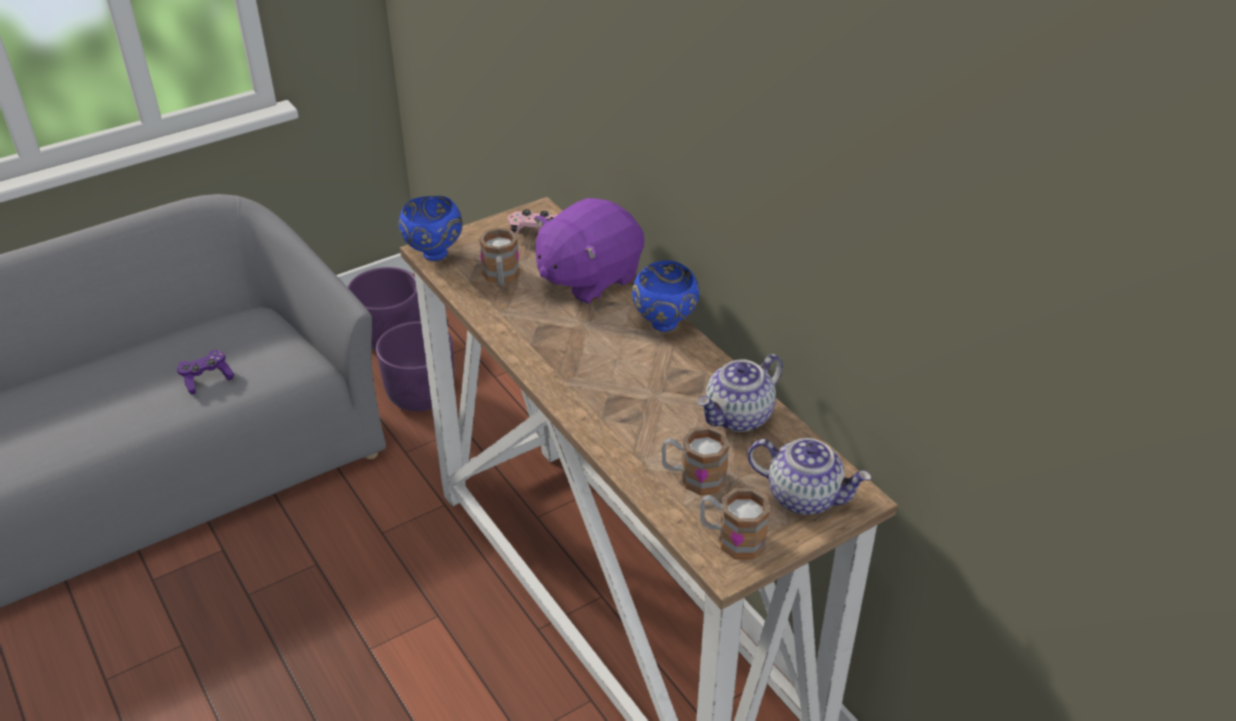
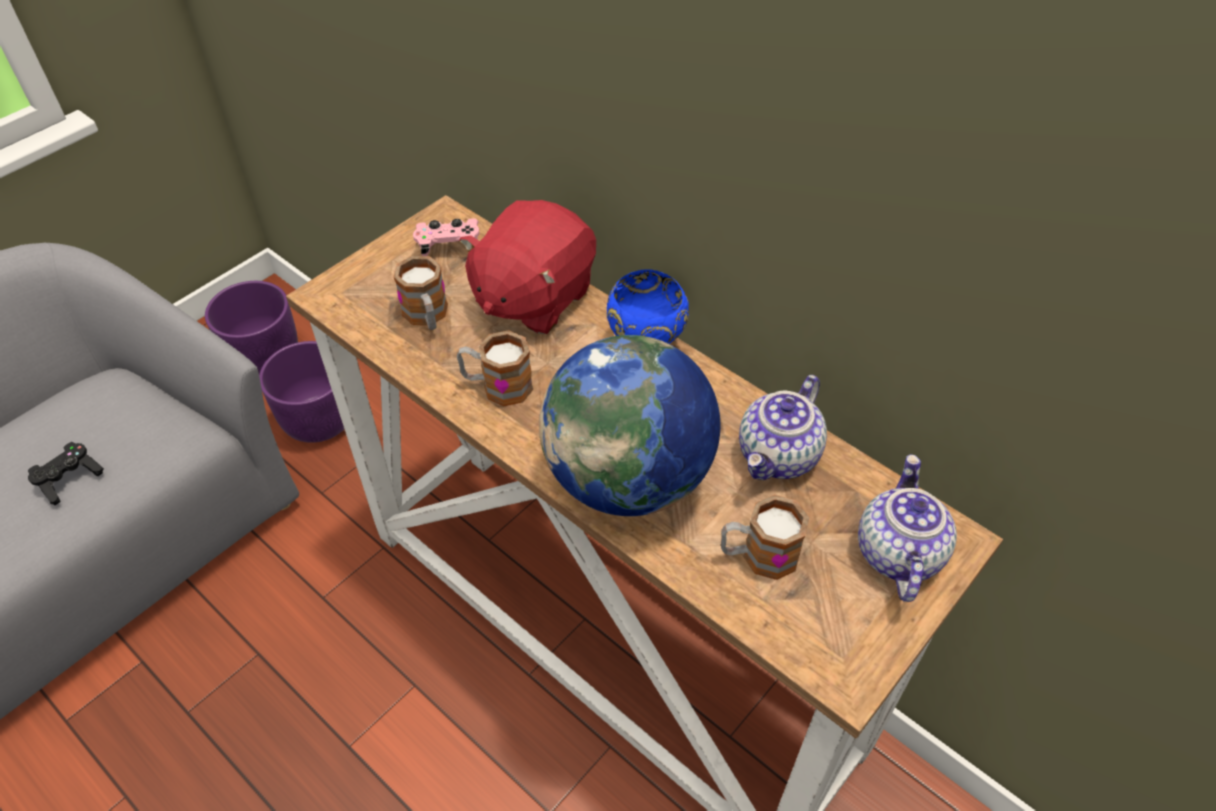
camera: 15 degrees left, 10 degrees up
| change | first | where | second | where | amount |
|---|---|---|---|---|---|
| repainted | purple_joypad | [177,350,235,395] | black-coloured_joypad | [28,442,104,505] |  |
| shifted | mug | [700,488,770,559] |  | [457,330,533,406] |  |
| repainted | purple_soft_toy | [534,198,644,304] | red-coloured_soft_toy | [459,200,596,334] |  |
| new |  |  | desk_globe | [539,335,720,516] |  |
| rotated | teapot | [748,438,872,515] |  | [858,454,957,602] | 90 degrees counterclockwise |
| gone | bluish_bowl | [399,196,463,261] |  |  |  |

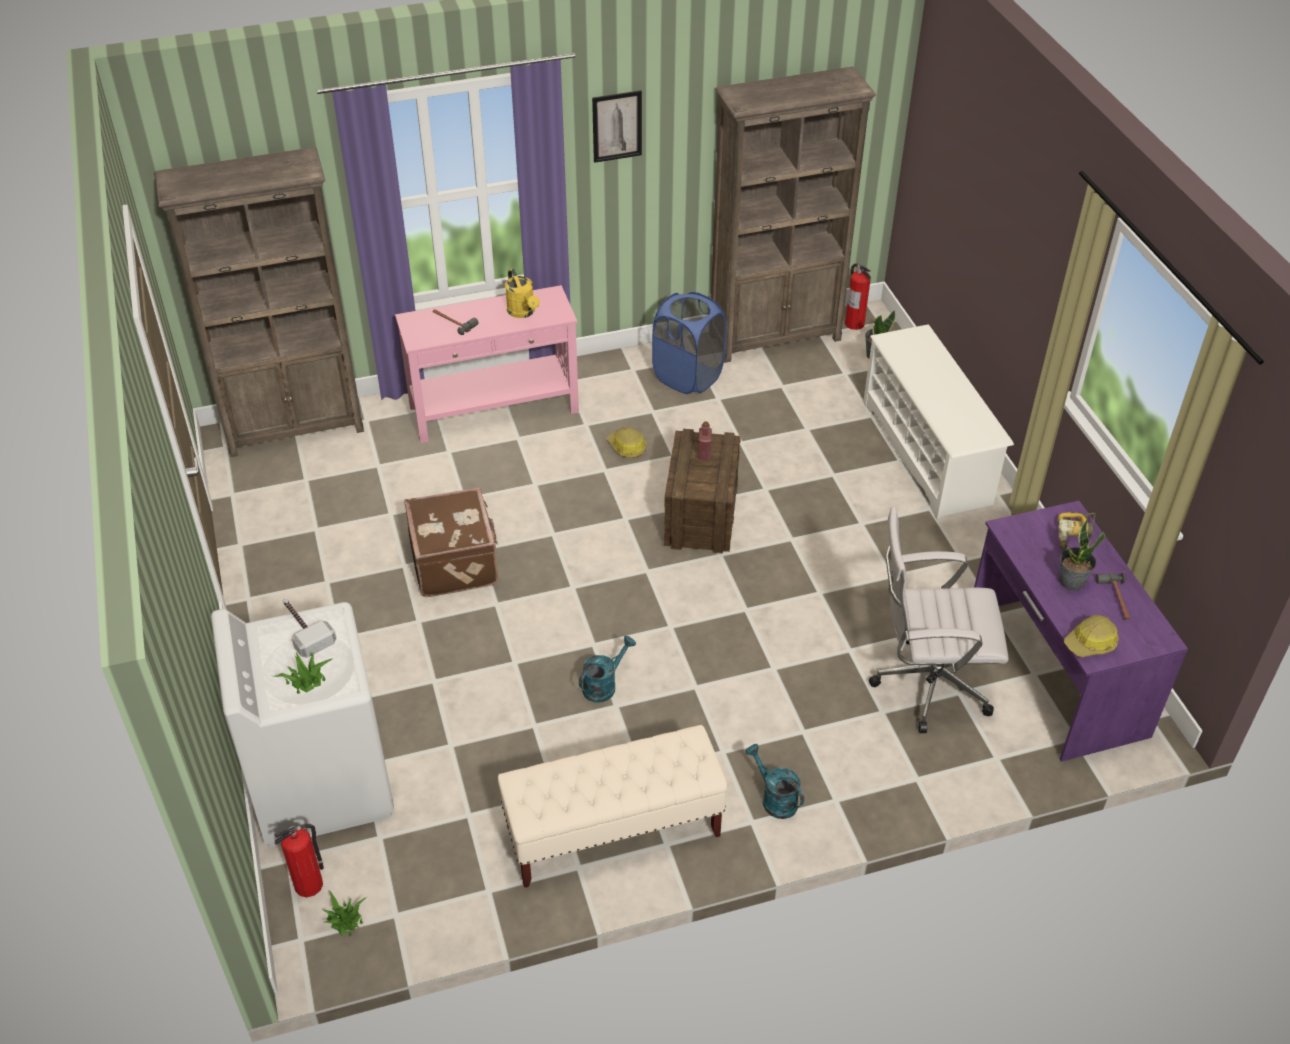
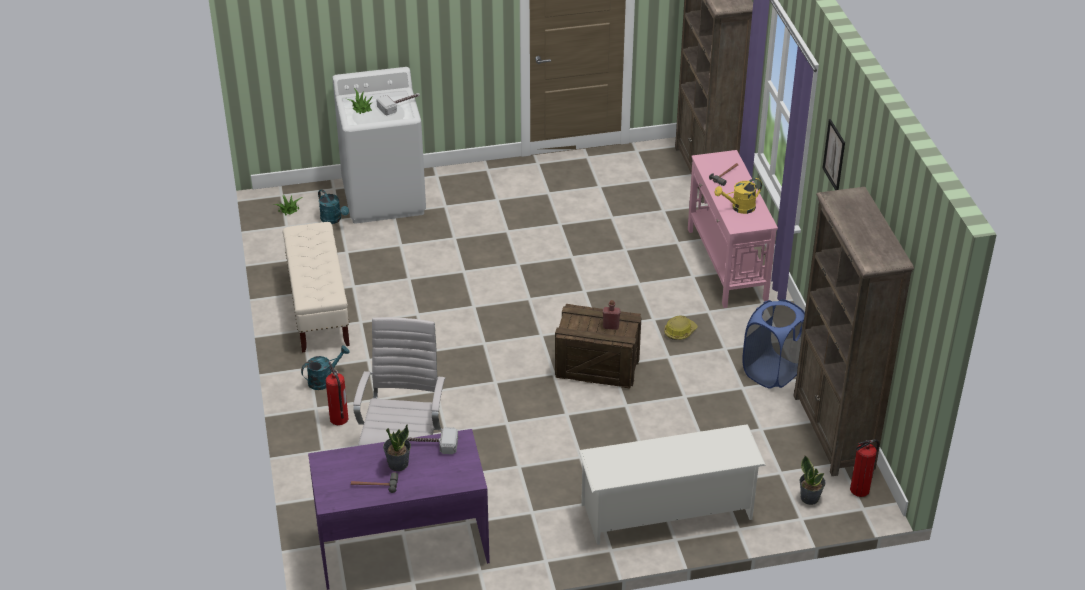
camera: 95 degrees right, 5 degrees down
| change | first | where | second | where | amount |
|---|---|---|---|---|---|
| shifted | turquoise_watering_can | [579,636,636,702] |  | [318,189,349,224] |  |
| shifted | fire_extinguisher | [274,824,324,897] |  | [325,362,348,425] |  |
| new |  |  | tool_hammer | [407,427,458,454] |  |
| gone | brown-coloured_travel_case | [404,487,498,597] |  |  |  |
| gone | drill | [1058,512,1096,549] |  |  |  |
| gone | hard_hat | [1064,615,1119,657] |  |  |  |

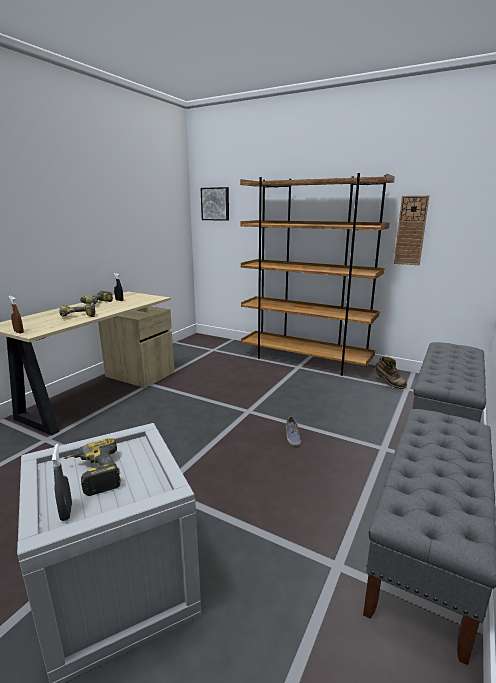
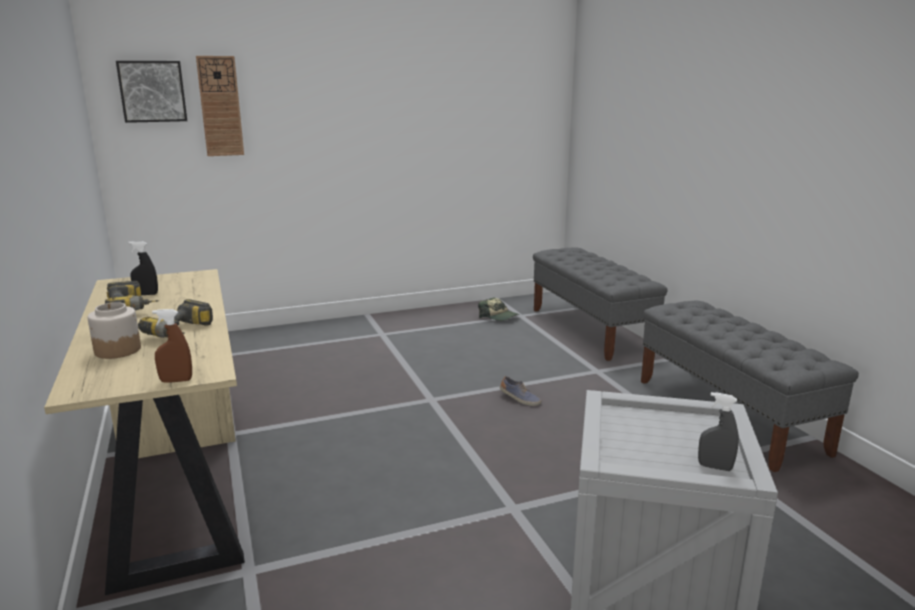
camera: 50 degrees left, 0 degrees up
| change | first | where | second | where | amount |
|---|---|---|---|---|---|
| new |  |  | jar | [87,302,141,359] |  |
| shifted | hanging_clock | [394,195,429,265] |  | [196,56,244,156] |  |
| swapped | brown-coloured_tall_boot | [374,356,407,389] | cap | [478,297,519,321] |  |
| gone | drill | [64,438,121,496] |  |  |  |
| gone | brown-coloured_bookshelf | [240,173,395,376] |  |  |  |

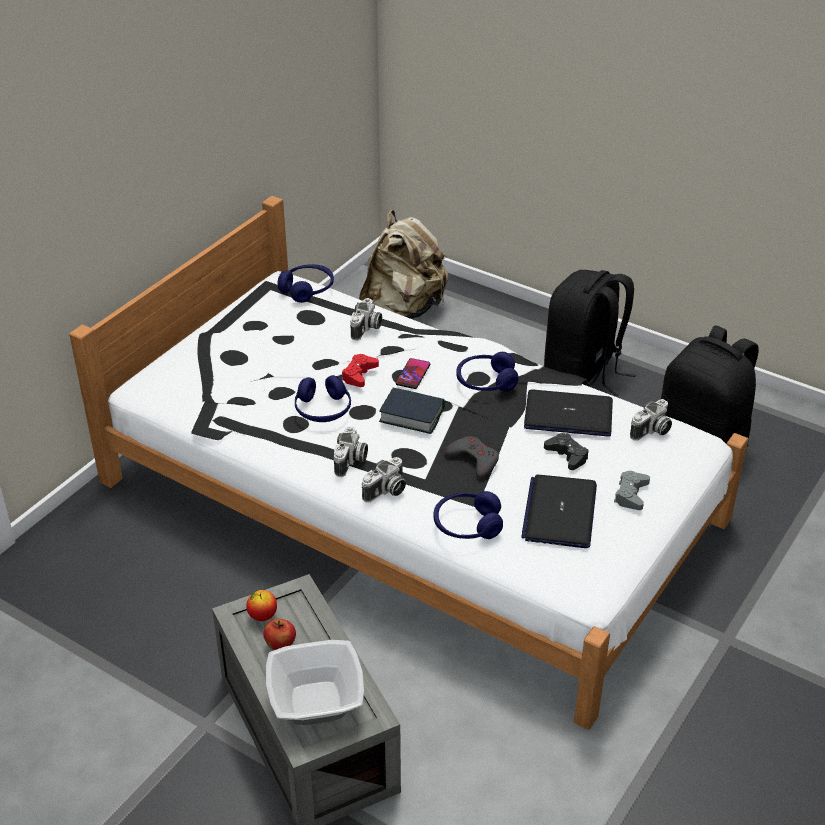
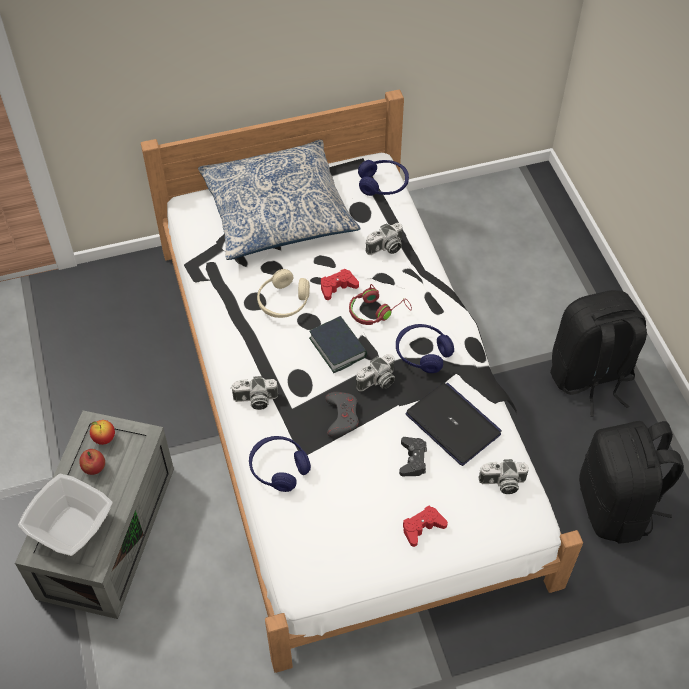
camera: 40 degrees right, 15 degrees up
| change | first | where | second | where | amount |
|---|---|---|---|---|---|
| new |  |  | throw_pillow | [198,140,361,260] |  |
| repainted | bluish_headset | [295,375,351,422] | beige-coloured_headset | [257,269,310,318] |  |
| swapped | handset | [396,358,430,389] | red-coloured_headset | [349,284,412,325] |  |
| shifted | still_camera | [334,426,368,477] |  | [356,354,395,391] |  |
| repainted | grey_joypad | [614,471,650,510] | red-coloured_joypad | [403,506,448,547] |  |
| gone | beige-coloured_backpack | [359,210,448,319] |  |  |  |
| gone | portable_computer | [521,475,597,548] |  |  |  |

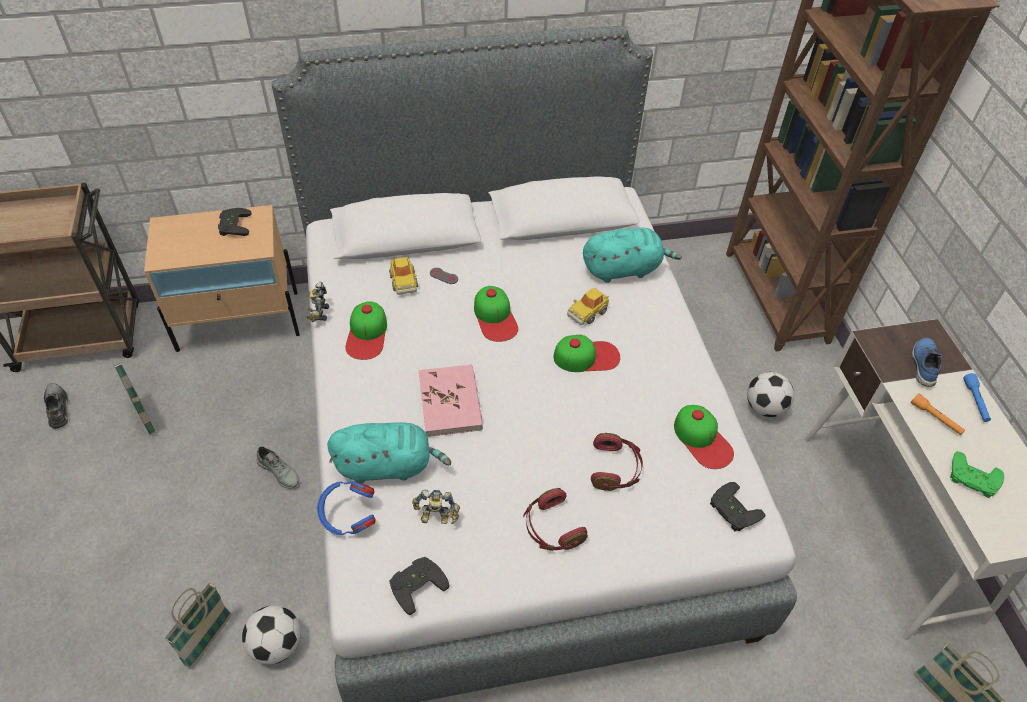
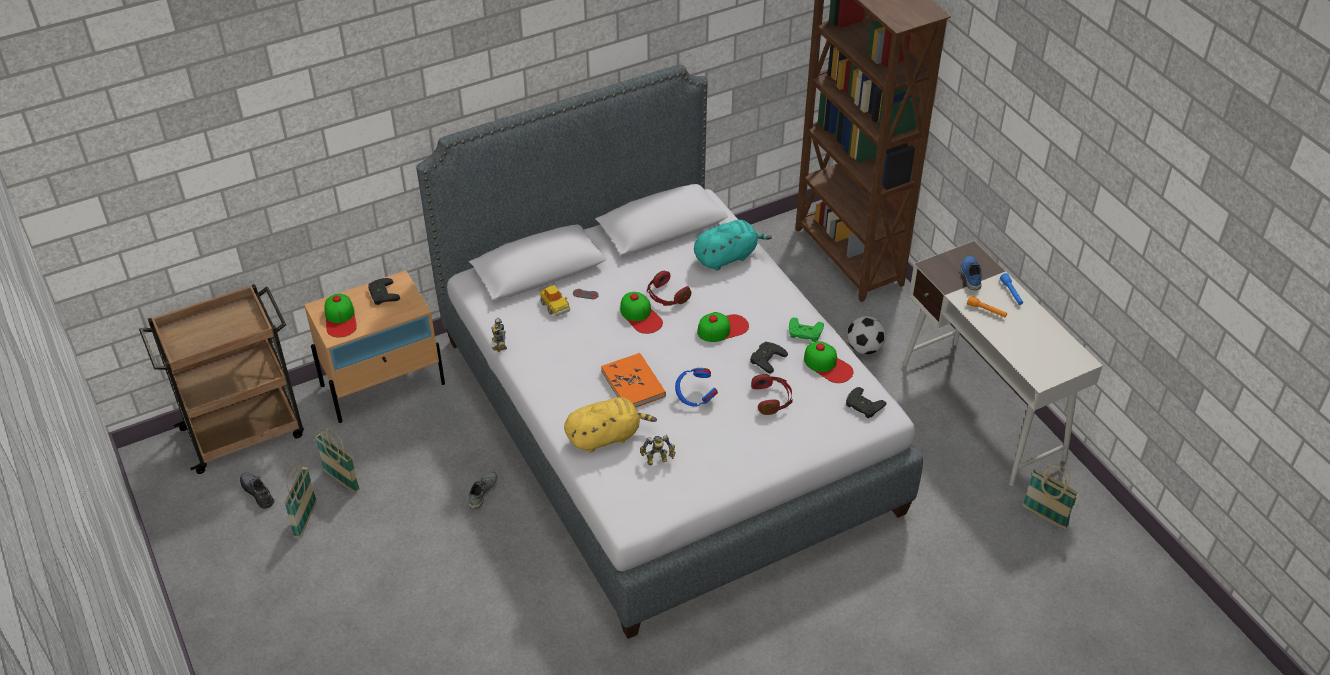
camera: 15 degrees left, 5 degrees down
| change | first | where | second | where | amount |
|---|---|---|---|---|---|
| shifted | basket | [165,583,232,670] |  | [285,465,317,538] |  |
| shifted | cap | [345,301,387,360] |  | [324,294,357,337] |  |
| rotated | grey_shoe | [256,446,299,488] |  | [468,472,498,509] | 90 degrees counterclockwise |
| repainted | turquoise_soft_toy | [327,422,451,483] | yellow-coloured_soft_toy | [564,397,657,453] |  |
| repainted | pink_volume | [419,364,483,437] | orangey_volume | [601,353,666,407] |  |
| shifted | red-coloured_headset | [523,488,588,551] |  | [647,271,691,306] |  |
| shifted | bluish_headset | [317,481,376,535] |  | [675,368,718,406] |  |
| shifted | black-coloured_joypad | [389,557,449,615] |  | [750,342,788,374] |  |
| shifted | green-coloured_joypad | [951,451,1004,498] |  | [789,318,824,342] |  |
| gone | ball_for_football | [242,605,301,665] |  |  |  |
| gone | model_car | [567,288,609,325] |  |  |  |

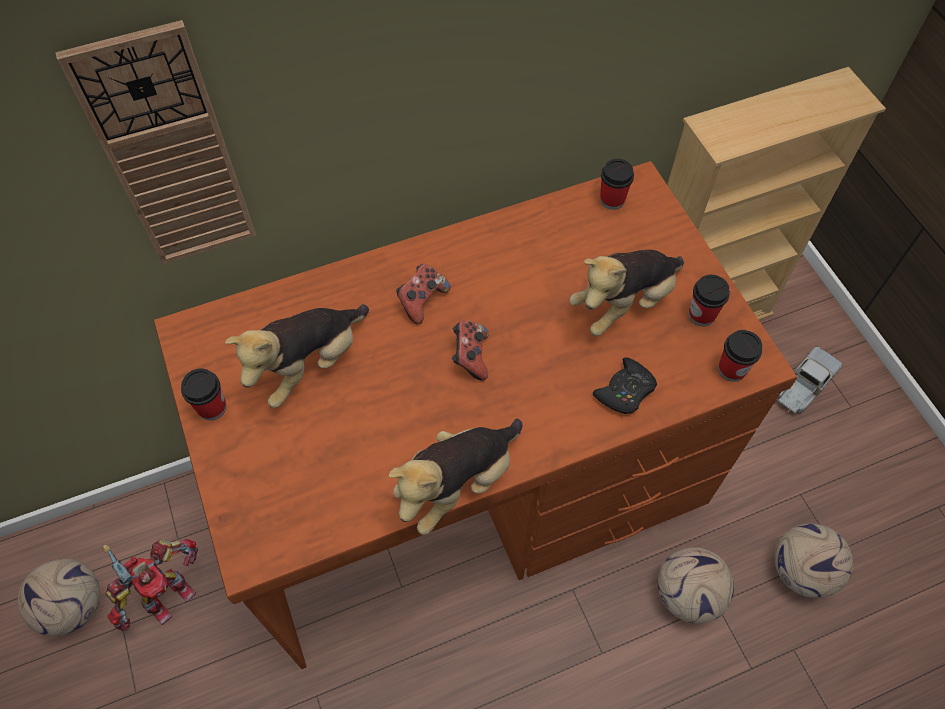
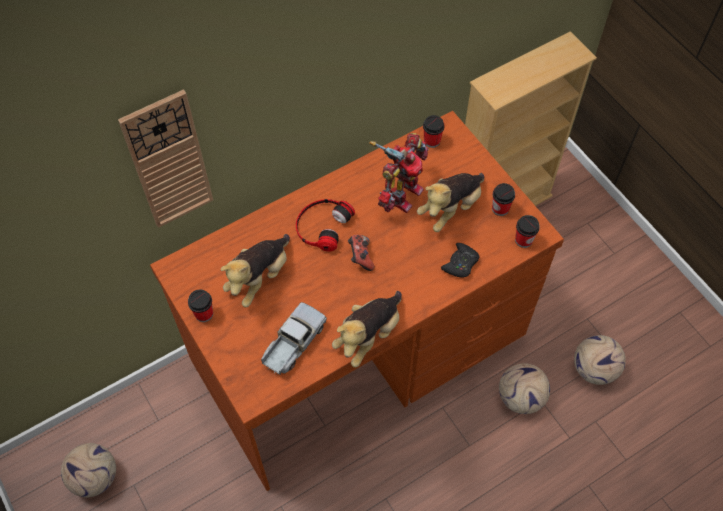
camera: 10 degrees left, 0 degrees up
| change | first | where | second | where | amount |
|---|---|---|---|---|---|
| shifted | toy_lorry | [777,346,842,414] |  | [261,302,327,375] |  |
| swapped | joypad | [396,264,450,324] | headset | [296,199,355,252] |  |
| shifted | toy_robot | [102,539,198,631] |  | [370,133,429,213] |  |

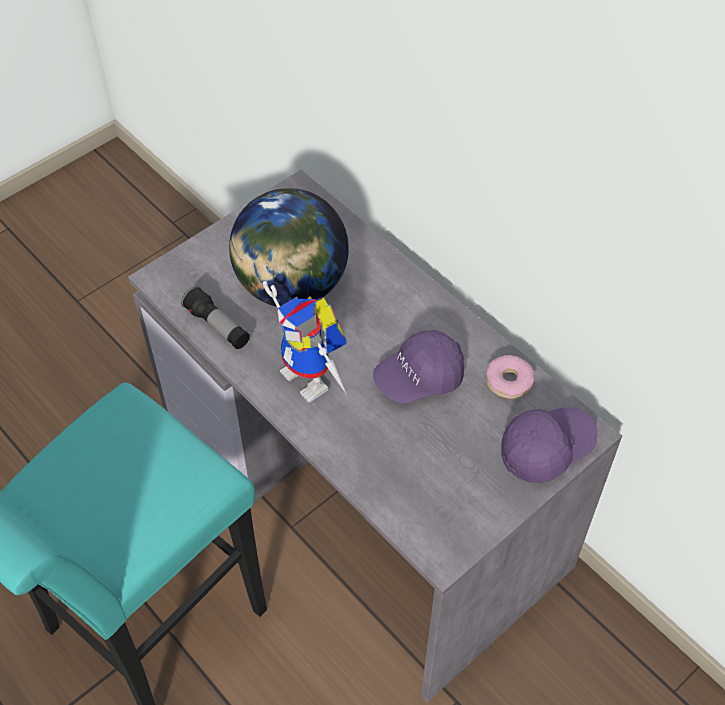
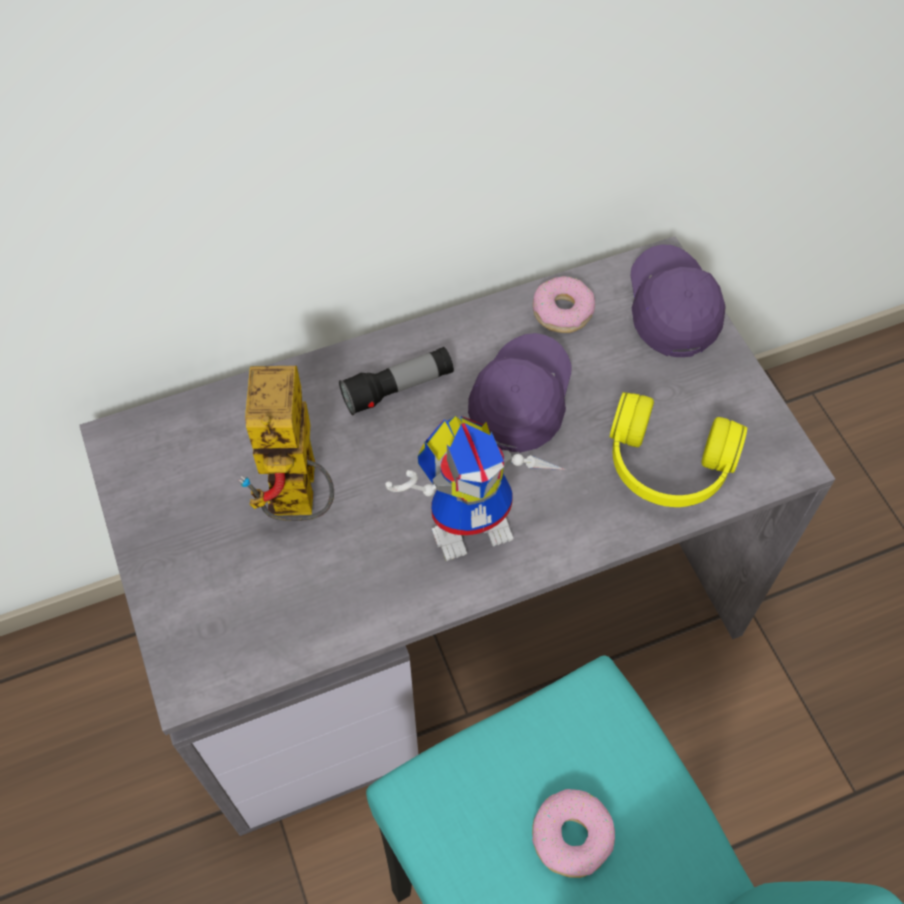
camera: 70 degrees left, 5 degrees up
| change | first | where | second | where | amount |
|---|---|---|---|---|---|
| swapped | desk_globe | [229,188,349,307] | toy_robot | [239,366,334,521] |  |
| shifted | hand_torch | [181,286,250,349] |  | [339,347,454,416] |  |
| rotated | purple_cap | [373,330,464,404] |  | [468,333,571,453] | 150 degrees counterclockwise |
| new |  |  | doughnut | [532,789,615,878] |  |
| new |  |  | yellow-coloured_headset | [610,392,747,507] |  |

